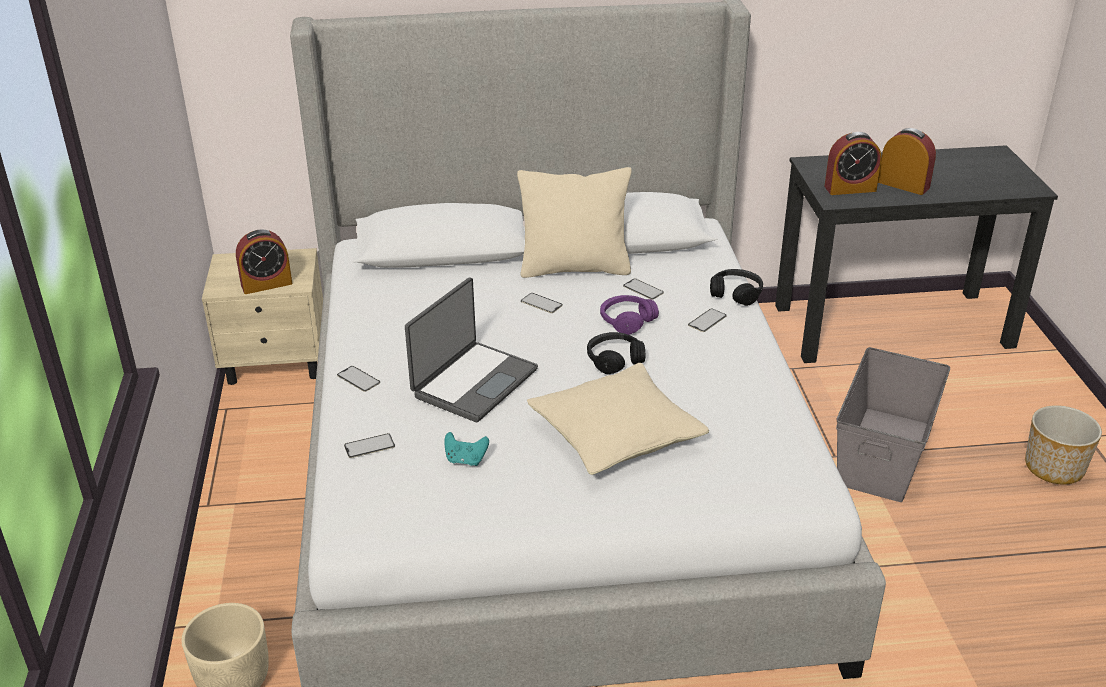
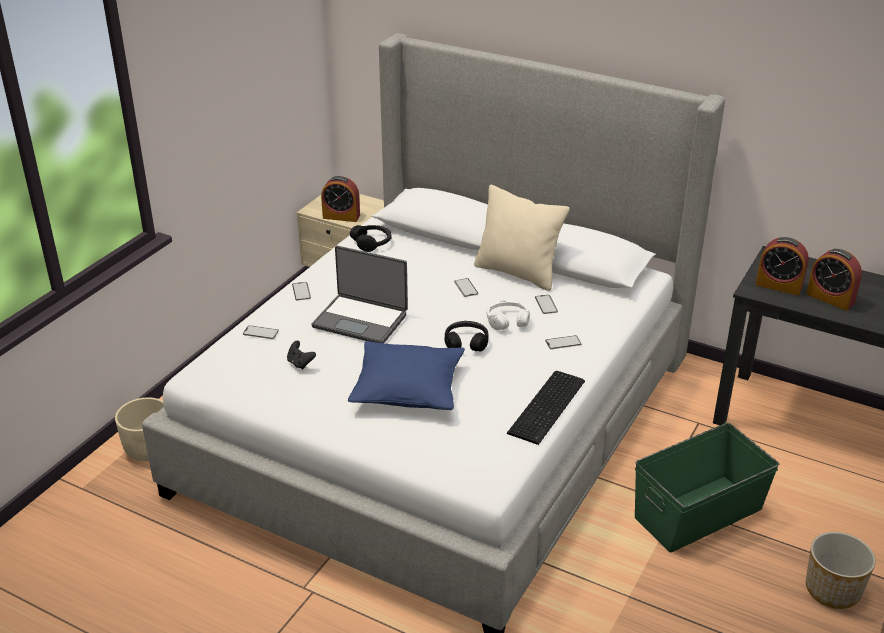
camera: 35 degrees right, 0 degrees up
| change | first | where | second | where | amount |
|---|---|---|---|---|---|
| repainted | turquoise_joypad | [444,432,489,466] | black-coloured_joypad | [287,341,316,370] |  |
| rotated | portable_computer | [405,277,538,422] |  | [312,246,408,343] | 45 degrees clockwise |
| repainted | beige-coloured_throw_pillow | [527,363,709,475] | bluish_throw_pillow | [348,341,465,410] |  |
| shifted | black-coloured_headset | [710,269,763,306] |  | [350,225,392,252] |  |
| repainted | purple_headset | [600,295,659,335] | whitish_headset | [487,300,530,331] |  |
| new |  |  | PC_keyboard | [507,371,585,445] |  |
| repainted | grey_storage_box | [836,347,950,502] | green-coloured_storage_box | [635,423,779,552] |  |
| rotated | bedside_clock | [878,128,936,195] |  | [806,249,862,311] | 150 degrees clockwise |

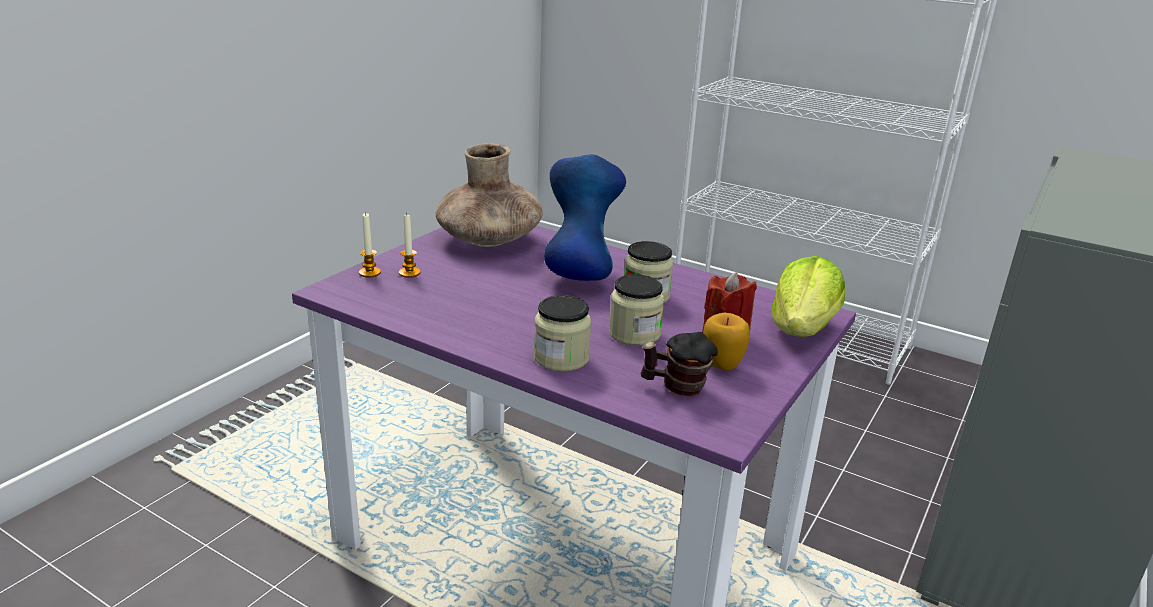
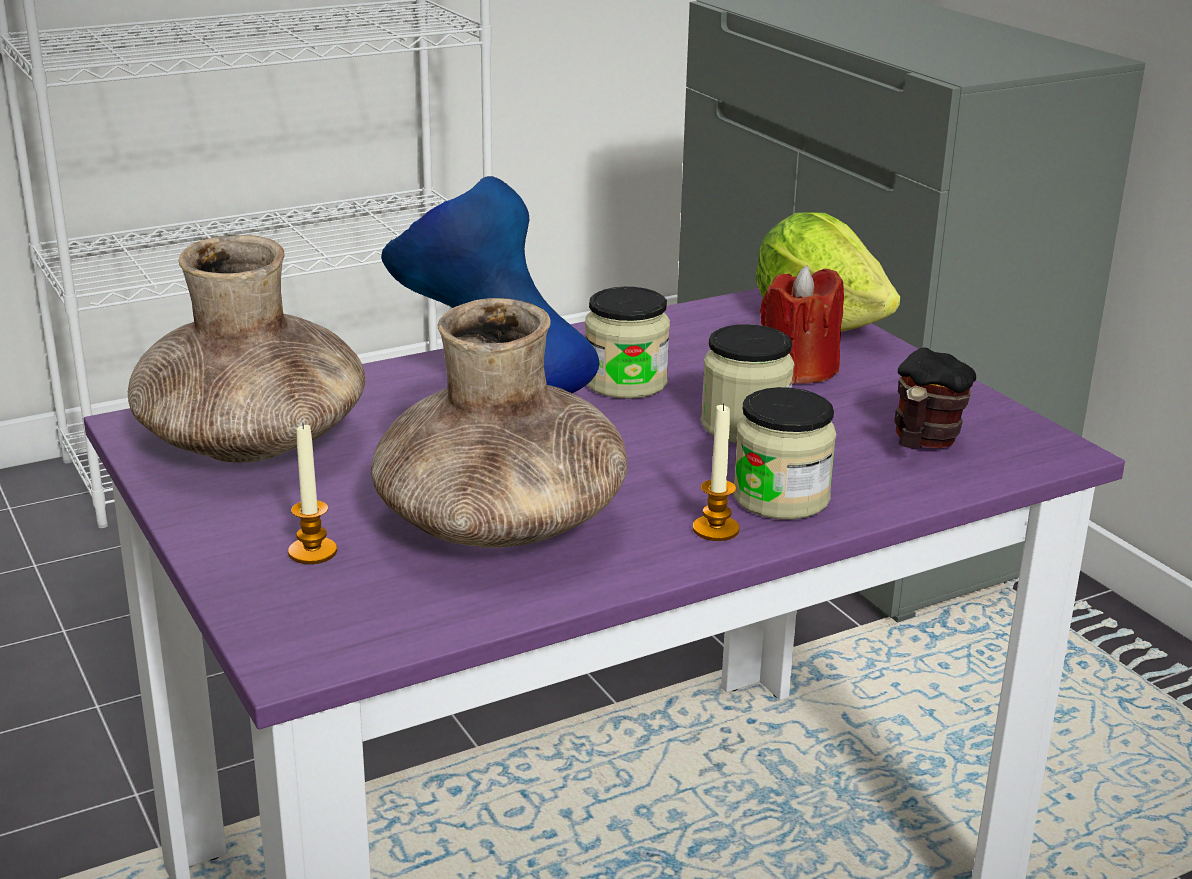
camera: 60 degrees left, 0 degrees up
| change | first | where | second | where | amount |
|---|---|---|---|---|---|
| new |  |  | brown-coloured_decorative_vase | [371,298,627,548] |  |
| shifted | wax_candle | [359,212,381,277] |  | [693,403,740,541] |  |
| gone | whole_apple | [703,313,750,370] |  |  |  |

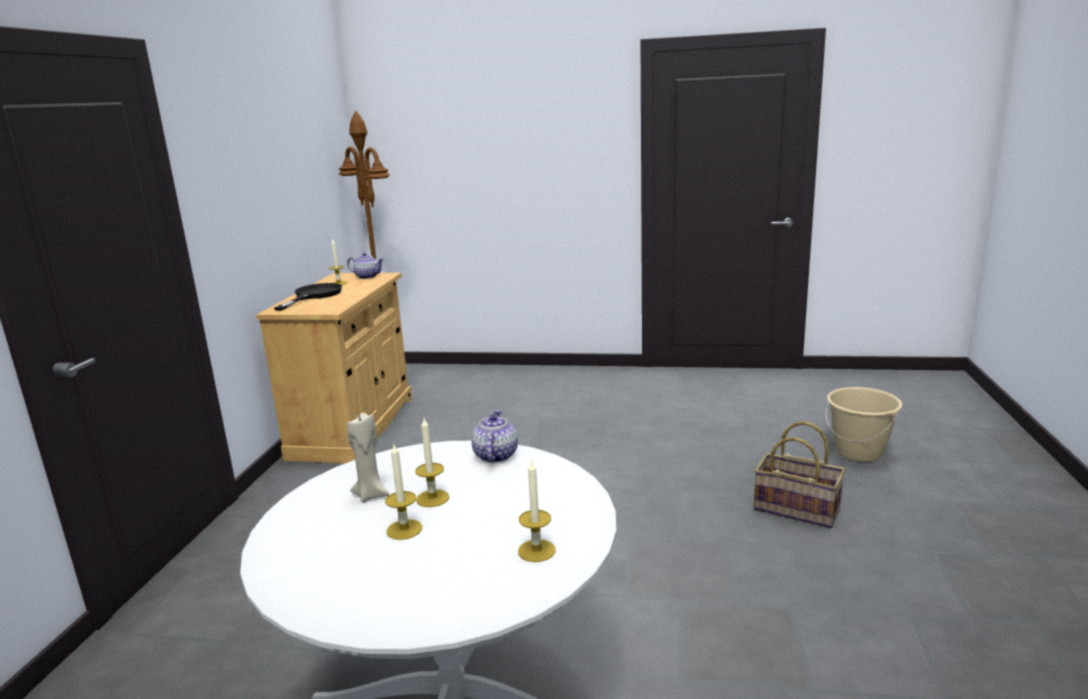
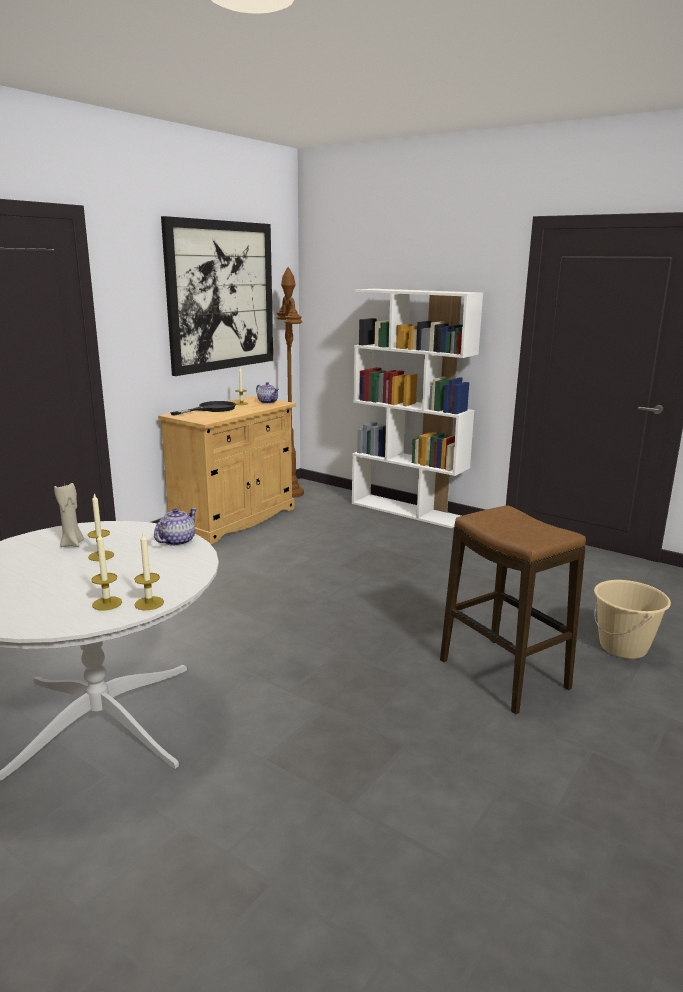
camera: 25 degrees right, 0 degrees up
| change | first | where | second | where | amount |
|---|---|---|---|---|---|
| shifted | wax_candle | [385,444,422,540] |  | [134,533,164,610] |  |
| new |  |  | wall_art | [161,216,273,376] |  |
| new |  |  | whitish_bookshelf | [352,289,483,528] |  |
| swapped | basket | [754,421,845,528] | stool_seat | [440,505,586,714] |  |

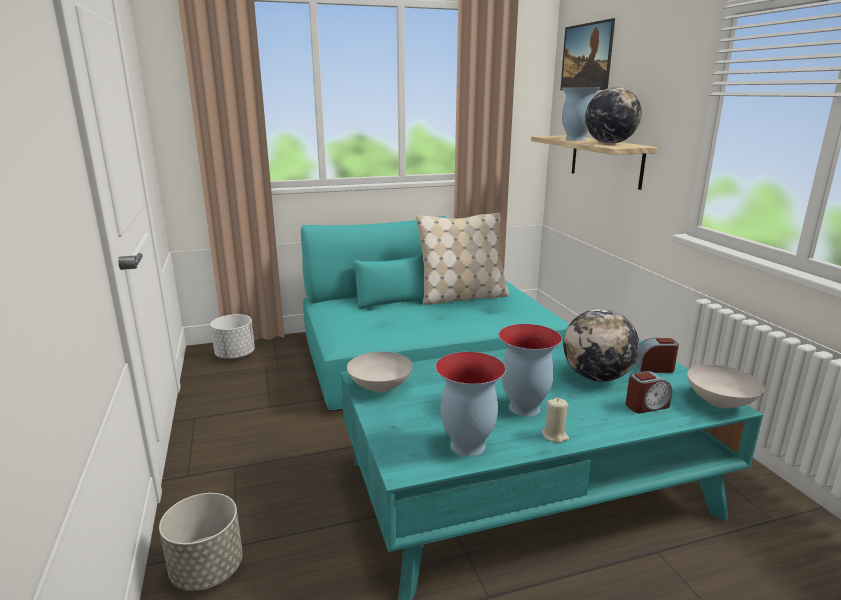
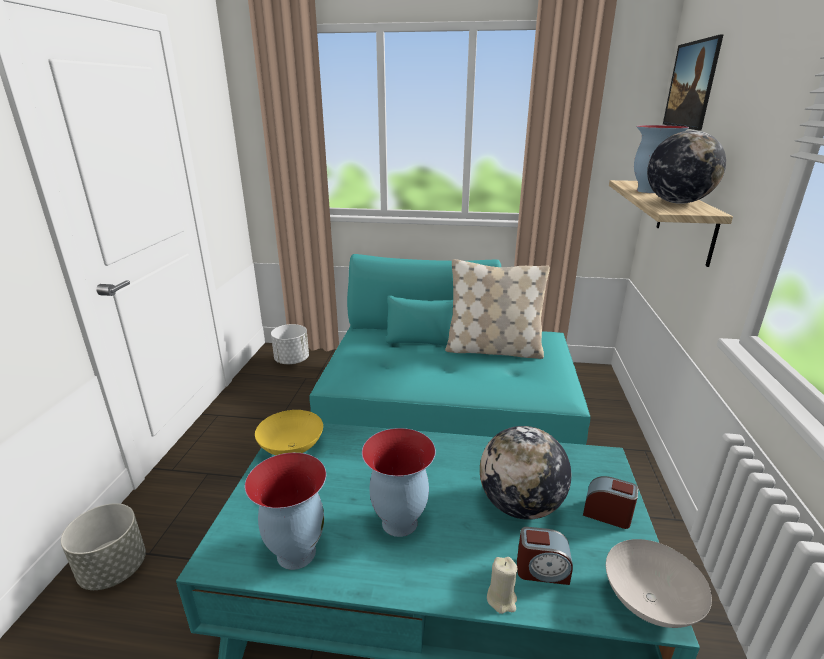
camera: 25 degrees right, 5 degrees up
| change | first | where | second | where | amount |
|---|---|---|---|---|---|
| repainted | whitish_bowl | [347,352,413,393] | yellow-coloured_bowl | [255,410,323,455] |  |
| shifted | beige-coloured_wax_candle | [542,398,569,443] |  | [487,557,517,614] |  |

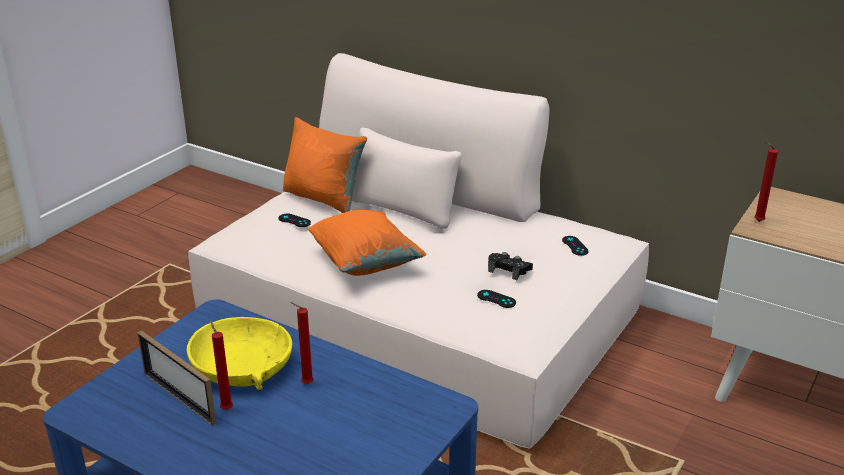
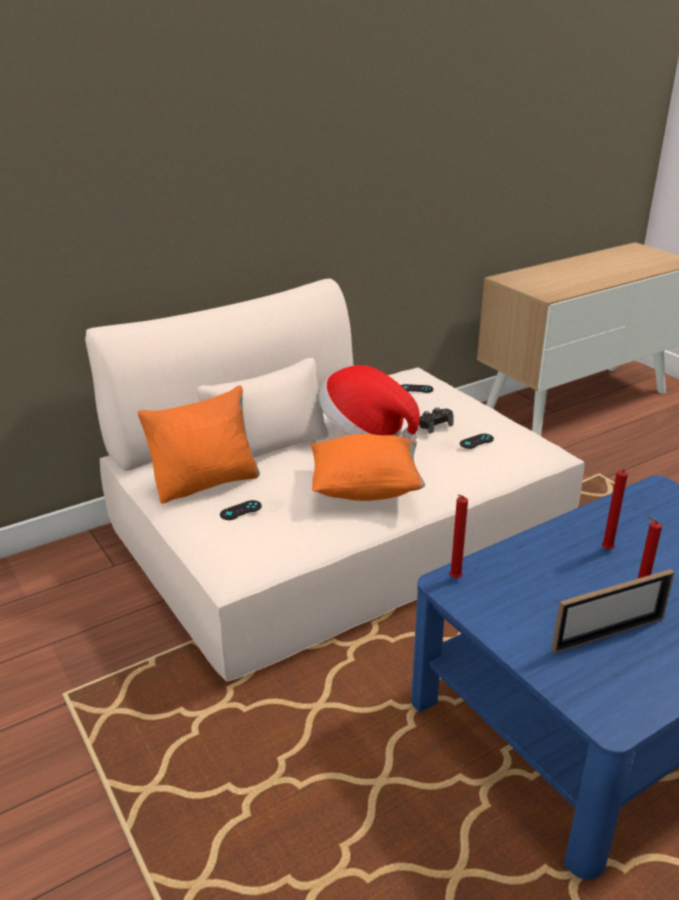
camera: 65 degrees left, 0 degrees up
| change | first | where | second | where | amount |
|---|---|---|---|---|---|
| new |  |  | clothing_hat | [319,365,420,440] |  |
| shifted | red-coloured_wax_candle | [754,141,778,222] |  | [449,495,468,579] |  |
| gone | yellow-coloured_bowl | [187,317,292,390] |  |  |  |

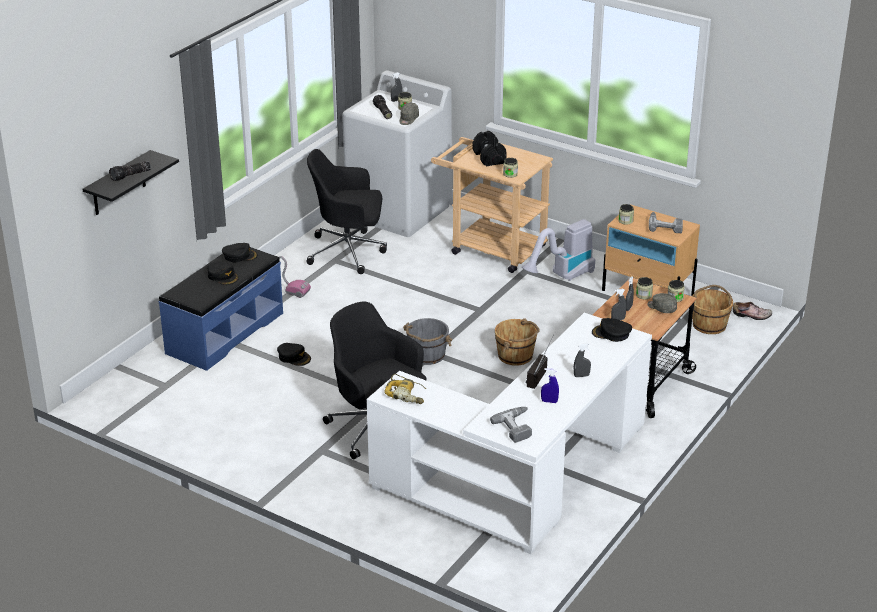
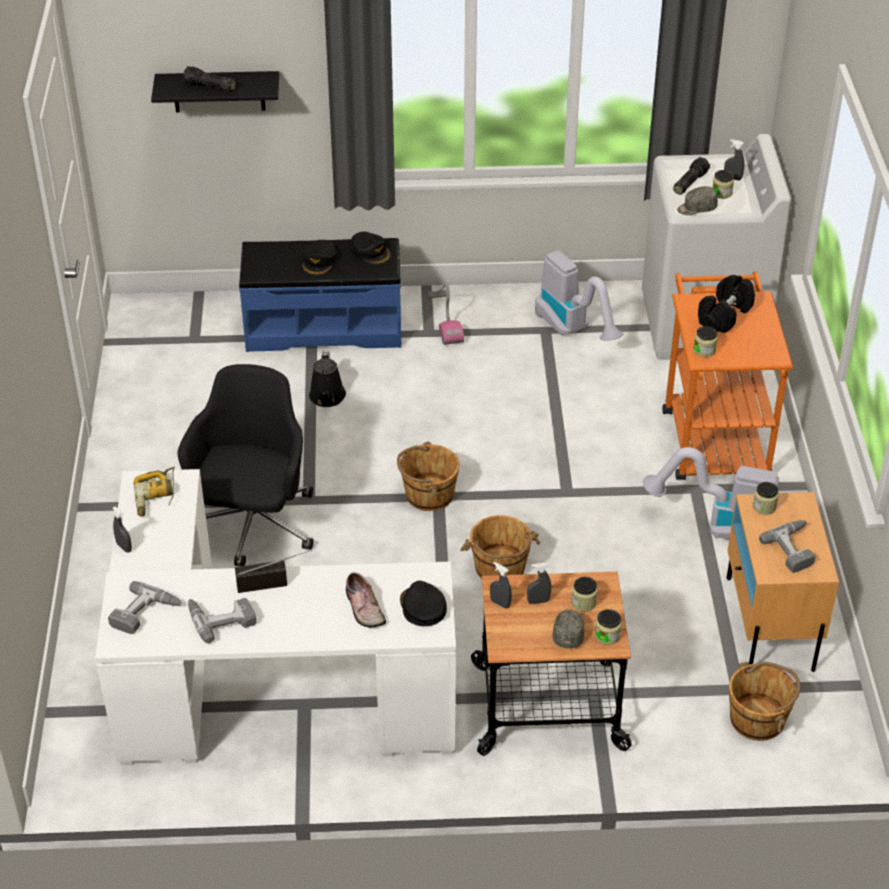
camera: 55 degrees right, 10 degrees up
| change | first | where | second | where | amount |
|---|---|---|---|---|---|
| shifted | grey_hand_sprayer | [574,343,591,377] |  | [113,507,132,553] |  |
| swapped | bluish_hand_sprayer | [541,368,559,403] | drill | [188,598,257,643] |  |
| swapped | black-coloured_cap | [277,343,311,366] | black-coloured_watering_can | [309,351,346,407] |  |
| shifted | shoe | [733,302,772,320] |  | [346,572,386,628] |  |
| repainted | grey_water_bucket | [403,318,452,365] | brown-coloured_water_bucket | [397,441,459,511] |  |
| swapped | black-coloured_office_chair | [307,149,387,274] | hoover | [535,250,623,341] |  |
| repainted | beige-coloured_cart | [431,137,553,273] | orangey_cart | [662,271,793,480] |  |

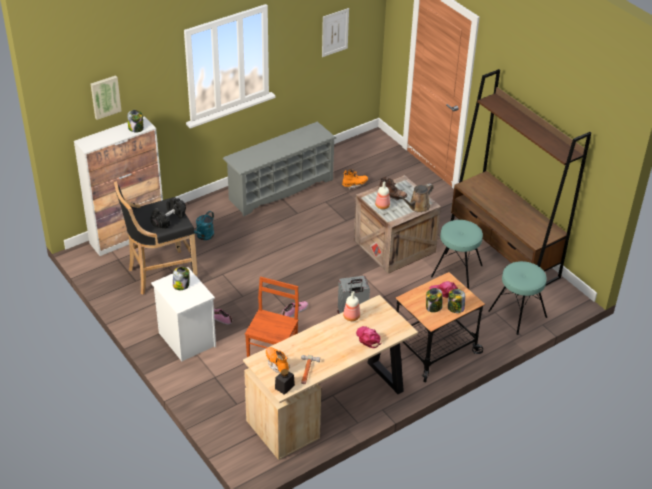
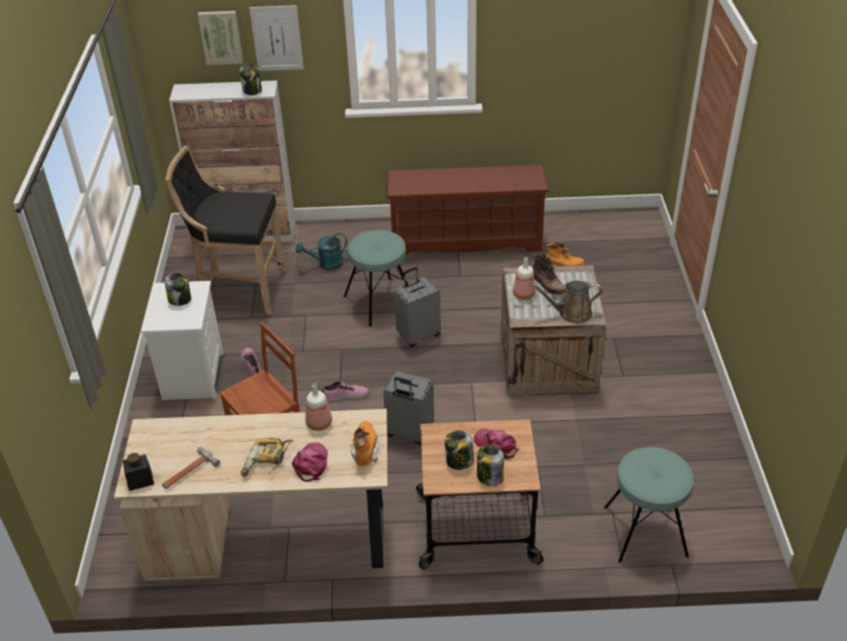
camera: 35 degrees right, 0 degrees up
| change | first | where | second | where | amount |
|---|---|---|---|---|---|
| new |  |  | drill | [241,438,293,477] |  |
| shifted | wall_art | [322,8,349,57] |  | [249,5,304,71] |  |
| shifted | turquoise_stool_seat | [431,220,483,289] |  | [344,230,409,327] |  |
| shifted | orangey_tall_boot | [266,347,290,373] |  | [350,421,379,467] |  |
| repainted | grey_shoe_rack | [223,122,336,217] | brown-coloured_shoe_rack | [386,165,549,257] |  |
| new |  |  | grey_travel_case | [394,267,441,347] |  |
| gone | black-coloured_hand_weight | [150,198,186,229] |  |  |  |
| gone | brown-coloured_bookshelf | [451,69,591,285] |  |  |  |

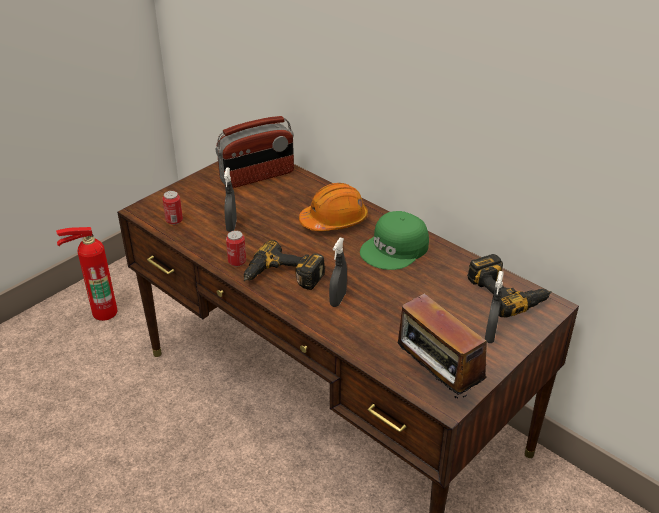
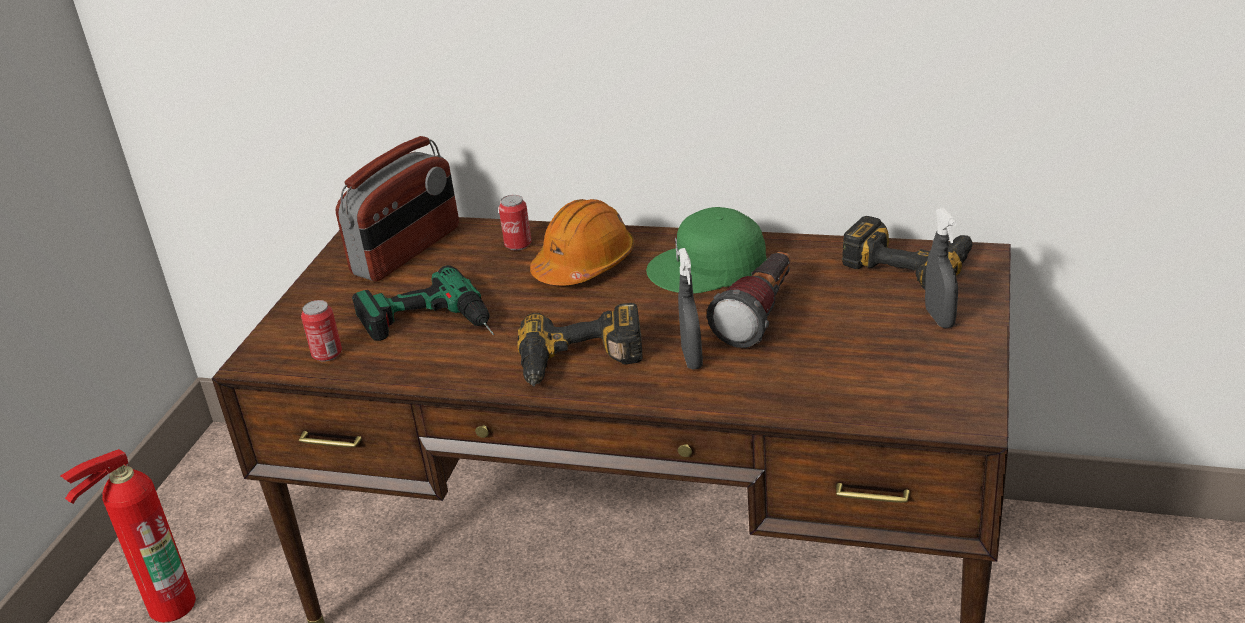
camera: 25 degrees left, 5 degrees down
| change | first | where | second | where | amount |
|---|---|---|---|---|---|
| swapped | grey_hand_sprayer | [224,167,237,232] | drill | [352,265,494,341] |  |
| shifted | metal_can | [226,230,246,266] |  | [499,195,532,251] |  |
| rotated | green-coloured_cap | [360,211,429,270] |  | [646,207,767,294] | 60 degrees clockwise |
| new |  |  | hand_torch | [707,252,791,348] |  |
| gone | radio_set | [398,294,487,401] |  |  |  |

